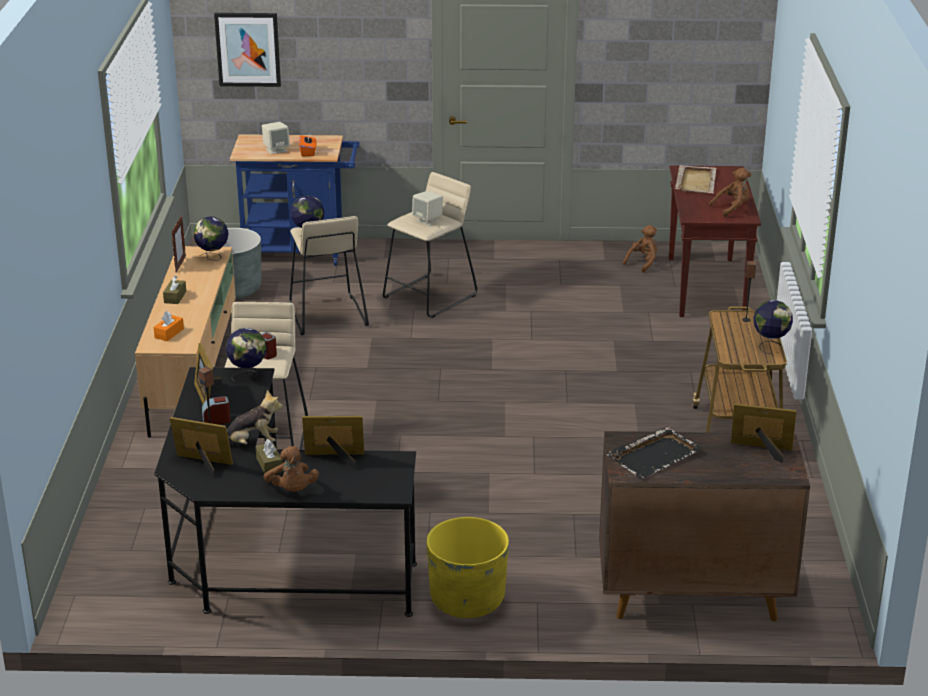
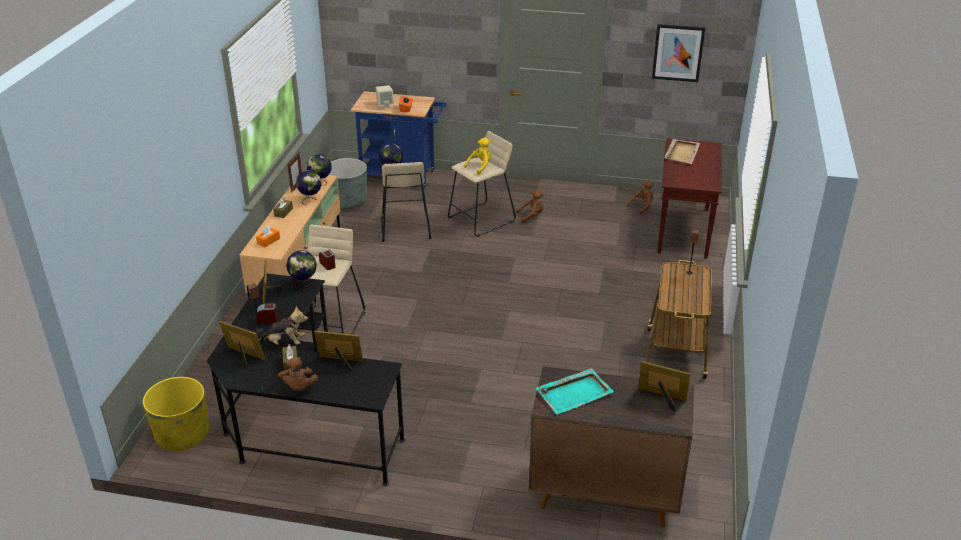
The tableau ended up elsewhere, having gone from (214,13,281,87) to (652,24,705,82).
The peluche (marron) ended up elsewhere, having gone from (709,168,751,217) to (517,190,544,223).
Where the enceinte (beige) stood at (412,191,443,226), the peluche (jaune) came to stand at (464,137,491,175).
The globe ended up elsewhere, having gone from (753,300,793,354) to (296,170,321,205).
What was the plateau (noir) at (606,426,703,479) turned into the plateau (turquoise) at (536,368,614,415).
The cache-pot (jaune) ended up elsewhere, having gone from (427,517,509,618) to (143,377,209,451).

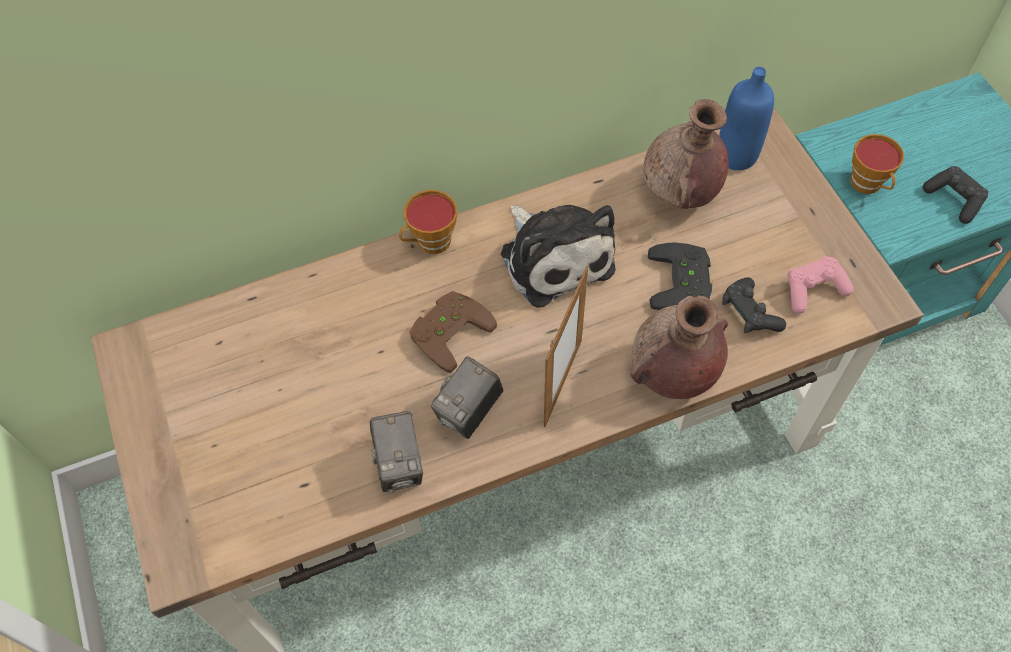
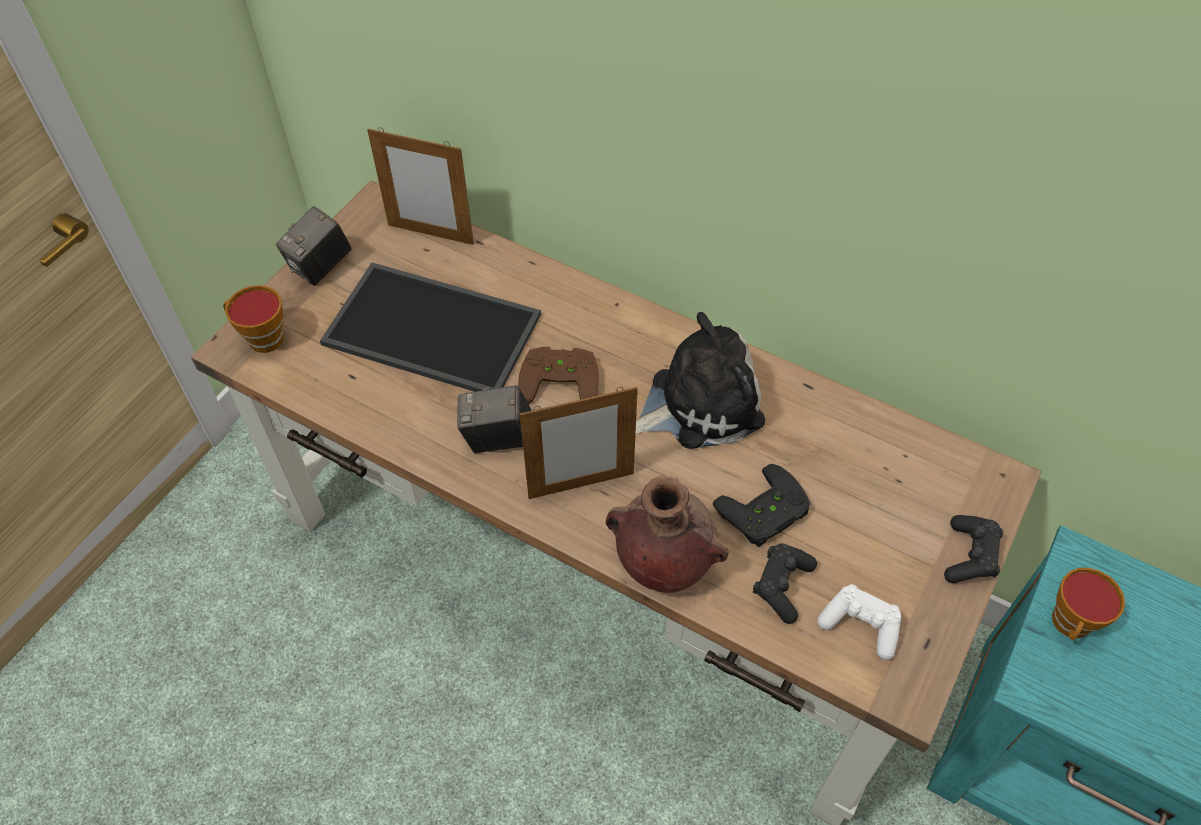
The second view lost the bouteille (bleu) at (719,67,774,170).
The second view lost the vase (marron) at (643,99,729,209).
The manette (noir) ended up elsewhere, having gone from (923,166,988,224) to (944,515,1003,583).
The tasse ended up elsewhere, having gone from (399,190,457,254) to (223,285,284,353).
The peluche at (501,205,616,308) ended up facing another way, 135 degrees counterclockwise from before.
What was the manette (rose) at (787,256,854,314) turned into the manette (blanc) at (817,584,901,660).
The appareil photo ended up elsewhere, having gone from (370,411,423,493) to (276,206,352,286).
The second view gained the cadre photo at (367,127,474,245).
The second view gained the plateau at (320,262,541,392).

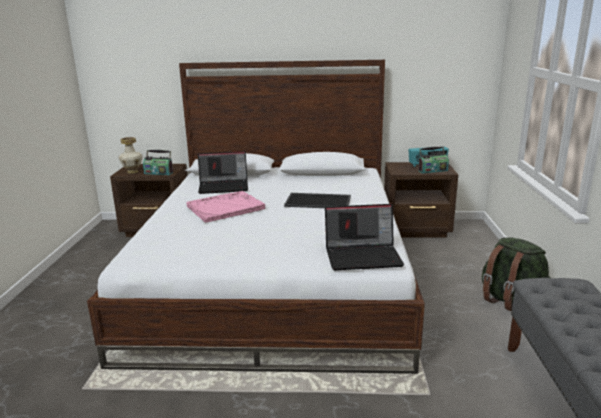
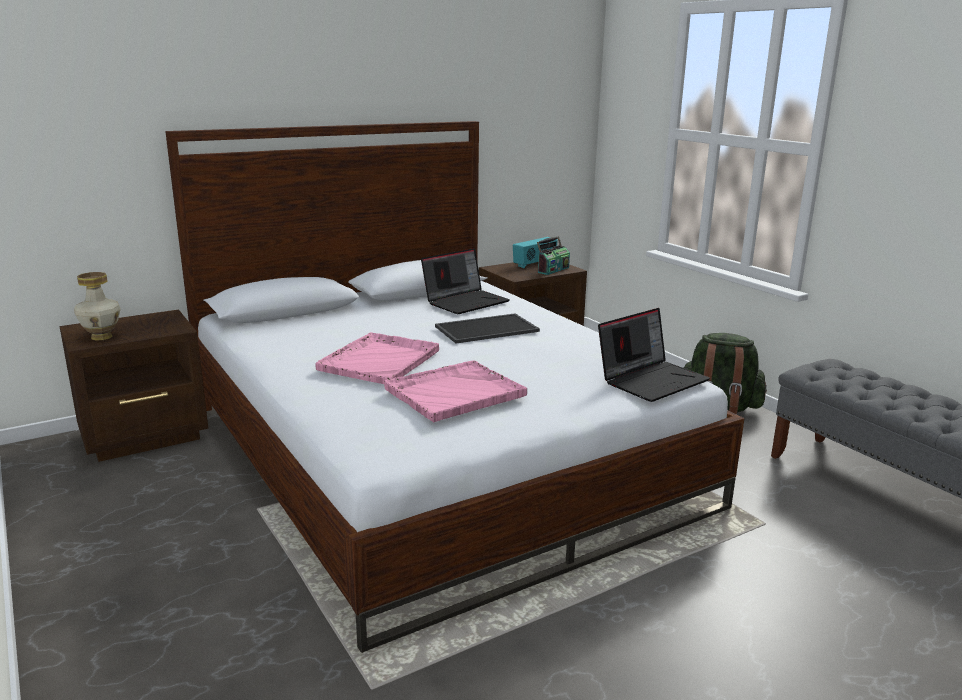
The second view lost the radio at (143,150,173,175).
The ordinateur portable ended up elsewhere, having gone from (198,151,248,194) to (421,248,510,314).
The second view gained the plateau (rose) at (384,360,527,423).

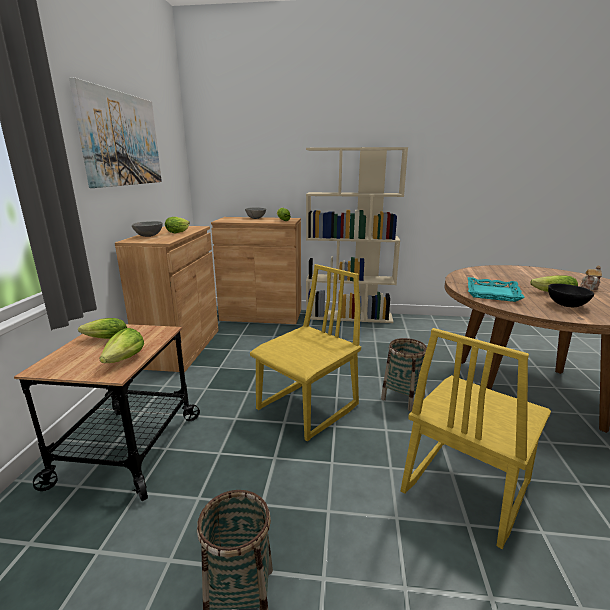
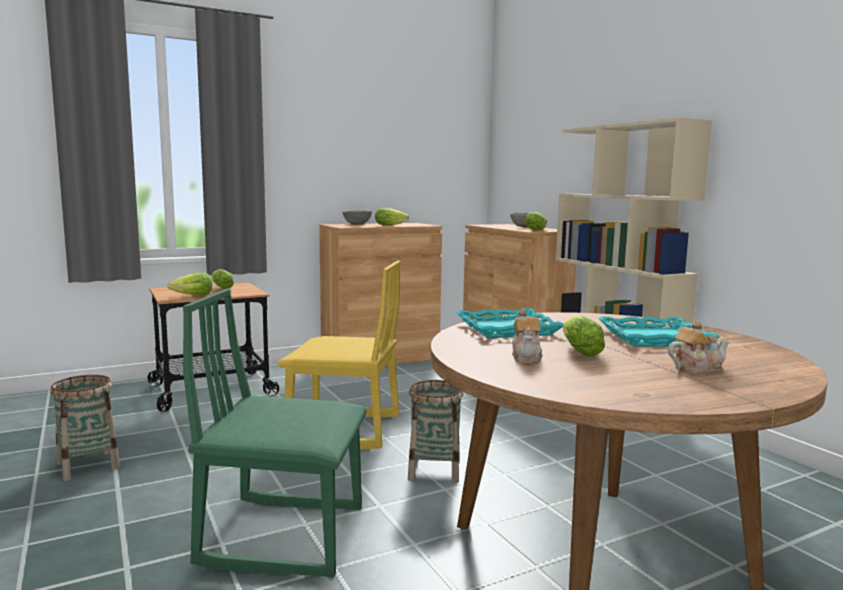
The second view lost the tableau at (69,77,162,188).
Where the bol (noir) stood at (548,284,594,307), the théière came to stand at (512,309,543,364).
What was the chaise (jaune) at (401,328,551,549) turned into the chaise (vert) at (183,289,367,578).
The second view gained the plateau (turquoise) at (598,317,720,347).

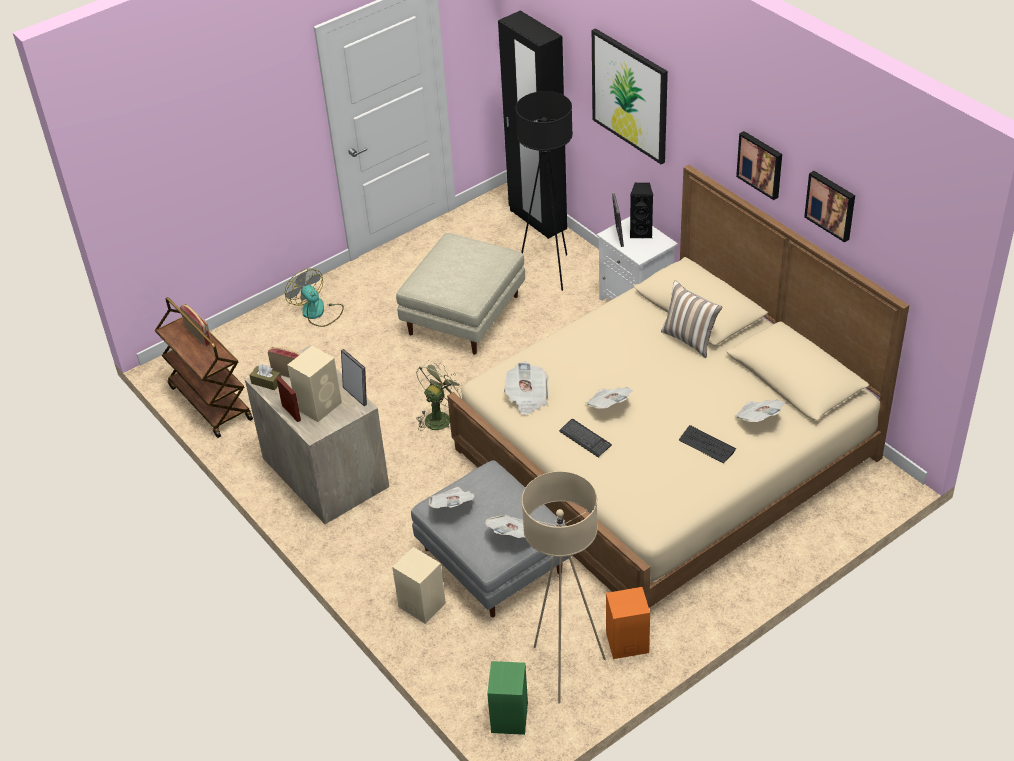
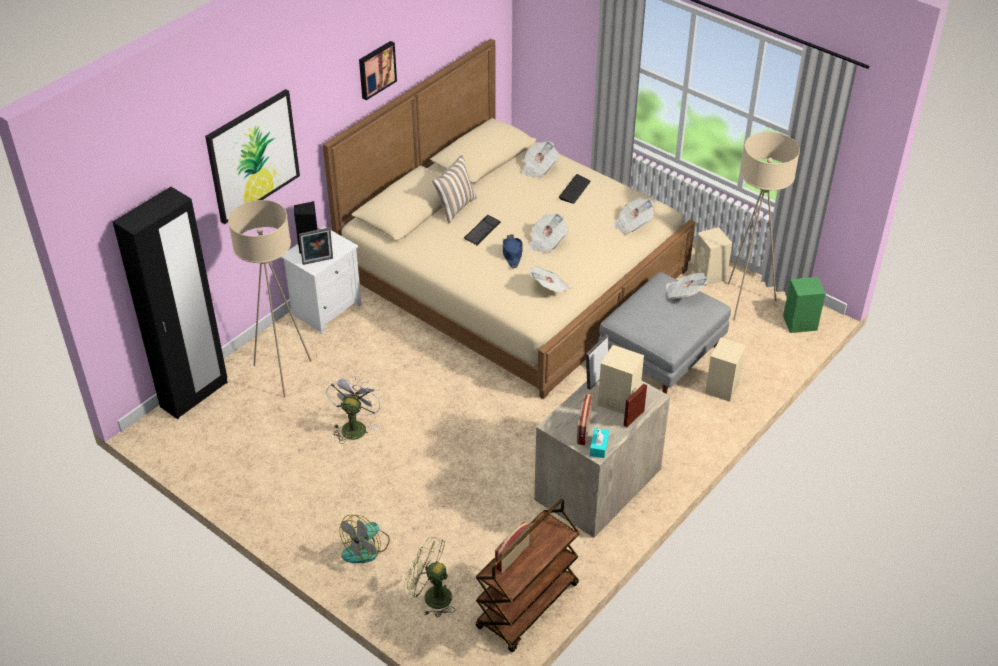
What was the lampadaire (noir) at (516,91,573,291) turned into the lampadaire (beige) at (228,200,312,397).
The second view lost the tableau at (804,171,855,243).
Where the pouf (beige) stood at (396,233,525,355), the ventilateur (blanc) came to stand at (326,375,382,444).
The ventilateur (vert) ended up elsewhere, having gone from (416,360,463,431) to (404,537,455,617).
What was the boîte à mouchoirs (marron) at (250,365,281,390) turned into the boîte à mouchoirs (turquoise) at (590,428,609,458).
The clavier ended up elsewhere, having gone from (559,419,612,458) to (464,215,501,245).
The journal ended up elsewhere, having gone from (428,487,476,508) to (612,198,654,234).
What was the enceinte (orange) at (606,587,650,659) turned into the enceinte (beige) at (693,227,732,286).
The second view gained the chapeau (bleu) at (503,234,523,268).

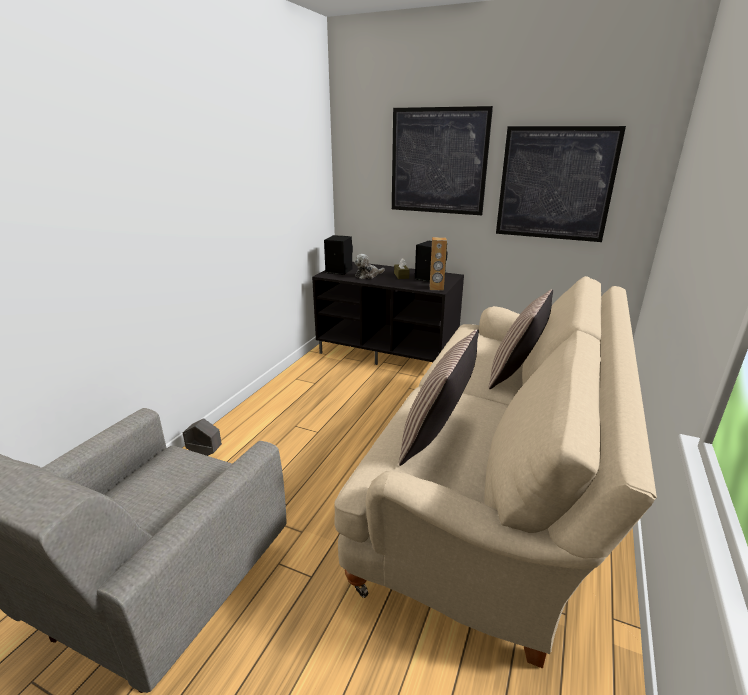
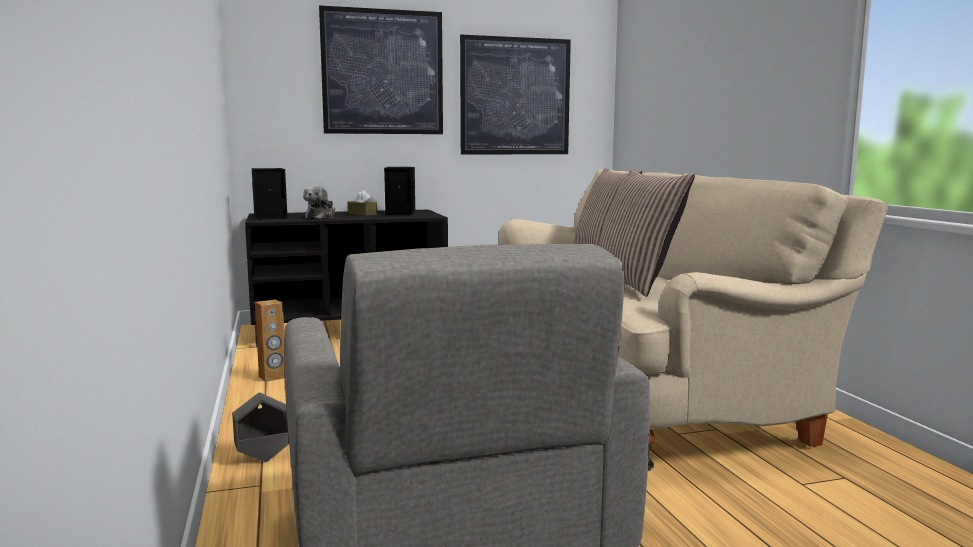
The enceinte (marron) ended up elsewhere, having gone from (430,237,447,291) to (255,299,285,382).

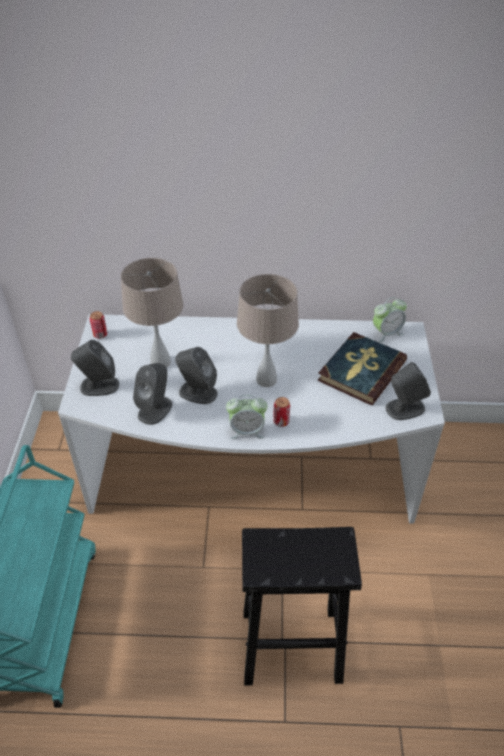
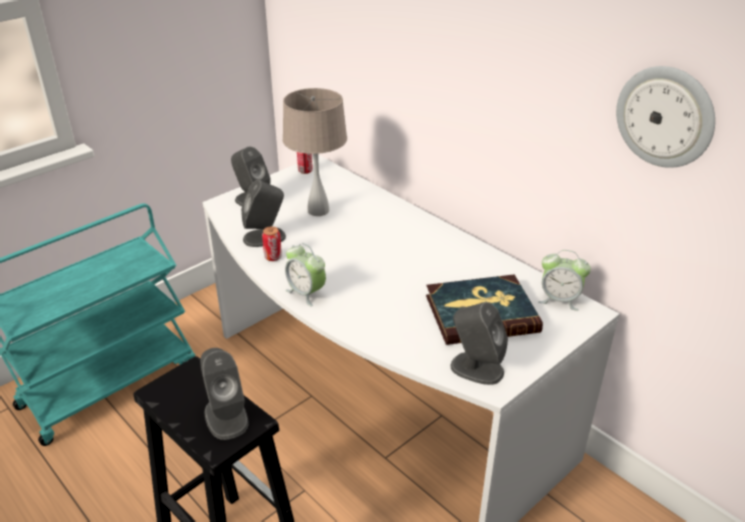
The second view lost the lampe de table (beige) at (237,274,299,387).
The enceinte (gris) ended up elsewhere, having gone from (175,347,218,404) to (200,348,248,440).
The boîte métallique ended up elsewhere, having gone from (273,397,290,427) to (262,226,282,261).
The second view gained the horloge murale at (616,66,715,168).

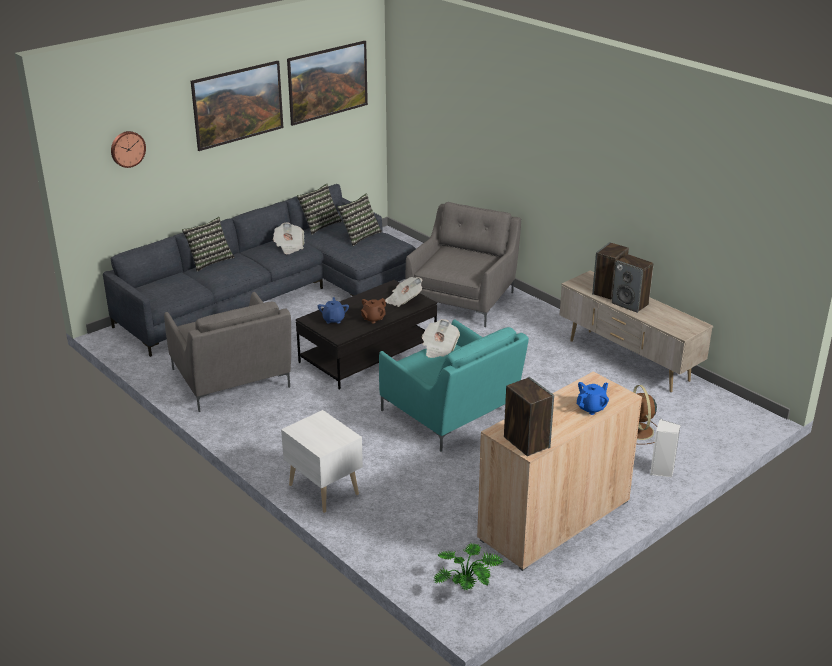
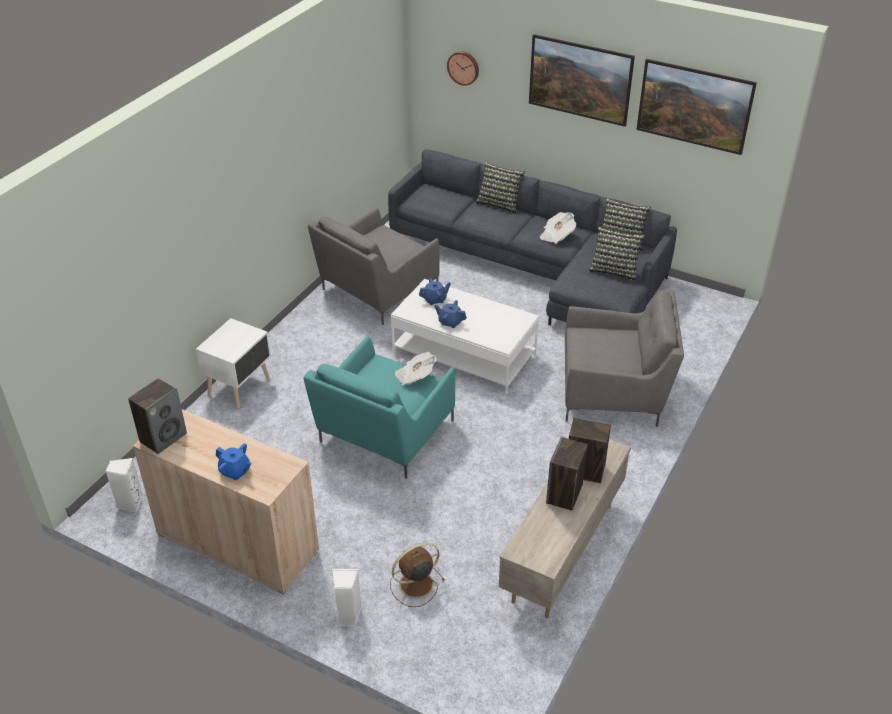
The second view lost the journal at (385,277,423,307).
What was the table basse (noir) at (296,280,437,390) turned into the table basse (blanc) at (391,279,539,394).
What was the théière (marron) at (361,298,386,323) turned into the théière (bleu) at (434,300,467,328).
Where the plante en pot stood at (433,543,504,591), the enceinte (blanc) came to stand at (106,458,143,512).

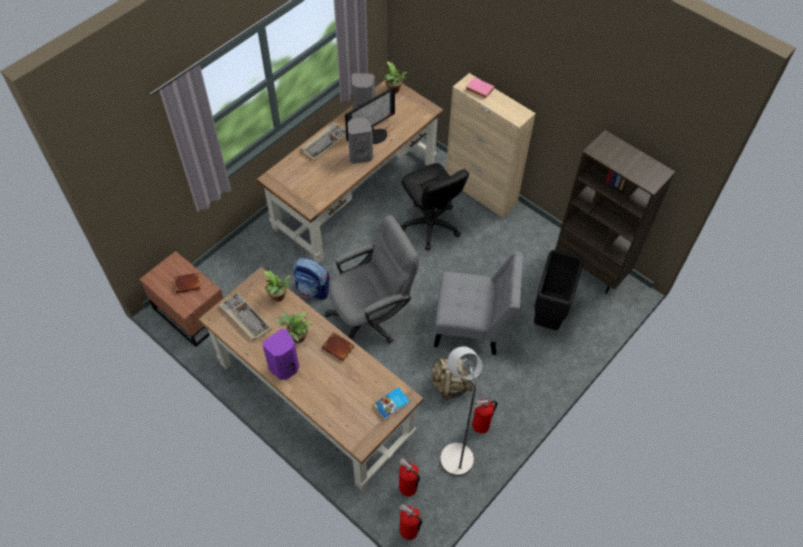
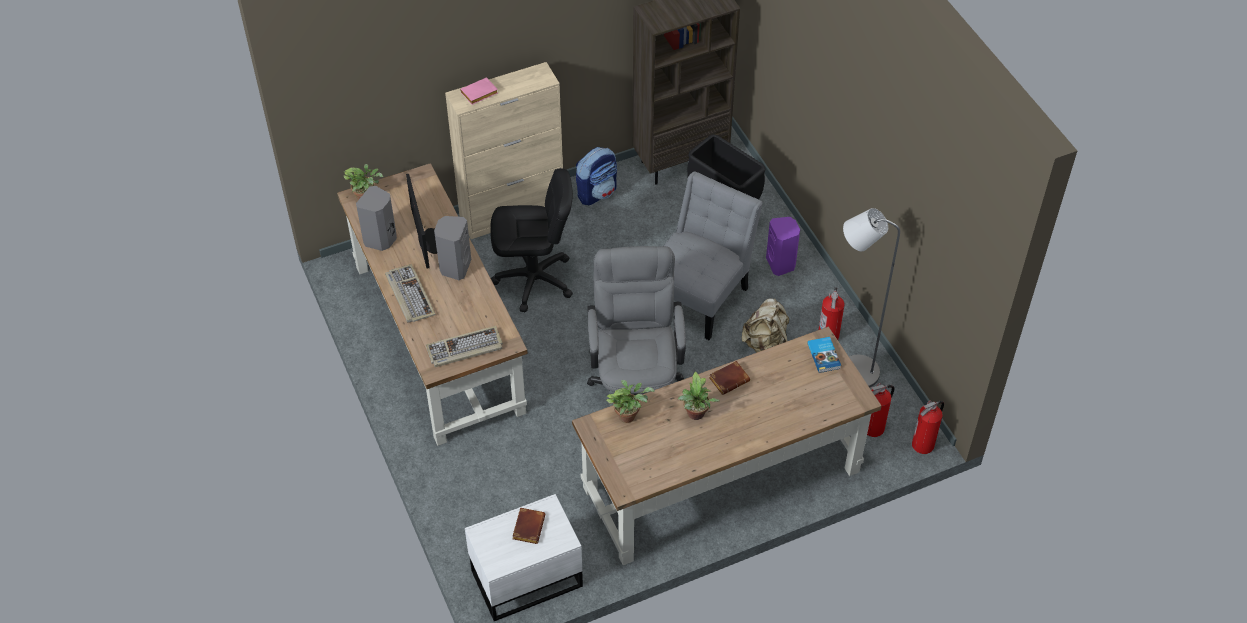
What was the table de chevet (marron) at (140,251,223,347) turned into the table de chevet (blanc) at (465,494,583,621).
The sac à dos ended up elsewhere, having gone from (293,258,330,300) to (576,147,617,205).
The clavier ended up elsewhere, having gone from (219,292,272,341) to (426,326,503,367).
The enceinte (violet) ended up elsewhere, having gone from (263,329,299,380) to (766,217,800,276).

